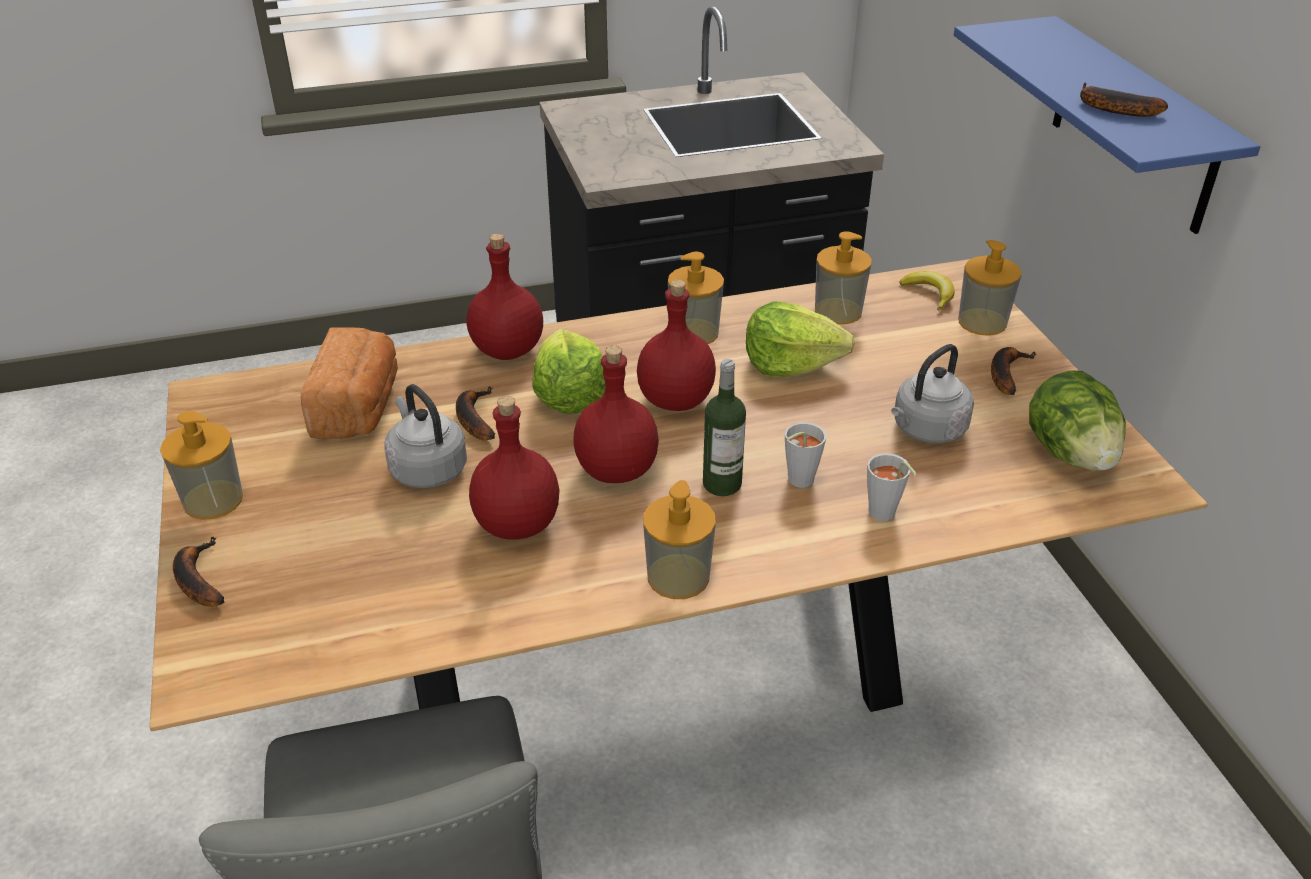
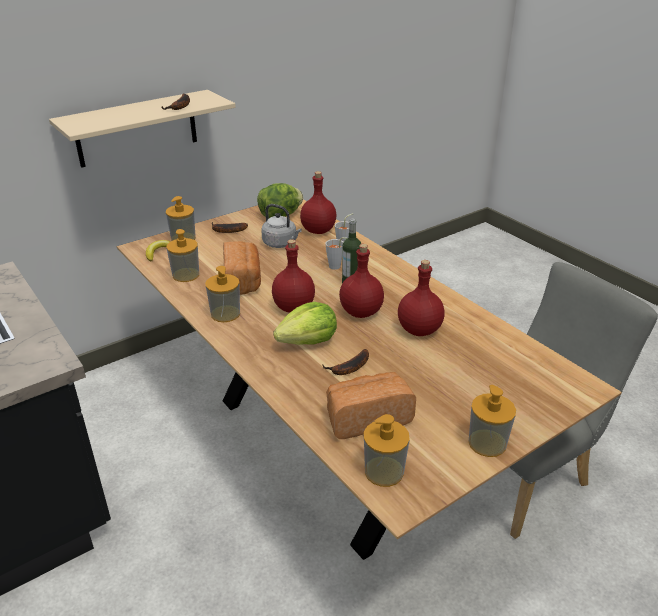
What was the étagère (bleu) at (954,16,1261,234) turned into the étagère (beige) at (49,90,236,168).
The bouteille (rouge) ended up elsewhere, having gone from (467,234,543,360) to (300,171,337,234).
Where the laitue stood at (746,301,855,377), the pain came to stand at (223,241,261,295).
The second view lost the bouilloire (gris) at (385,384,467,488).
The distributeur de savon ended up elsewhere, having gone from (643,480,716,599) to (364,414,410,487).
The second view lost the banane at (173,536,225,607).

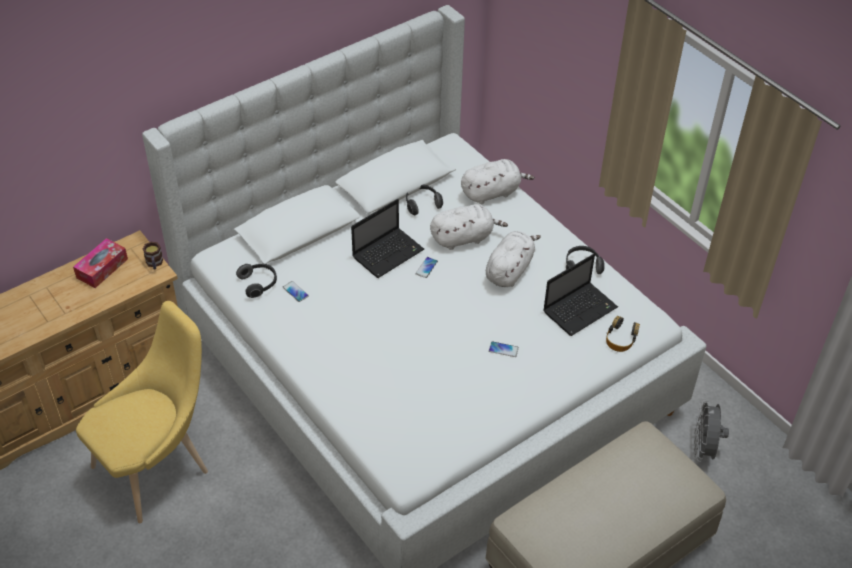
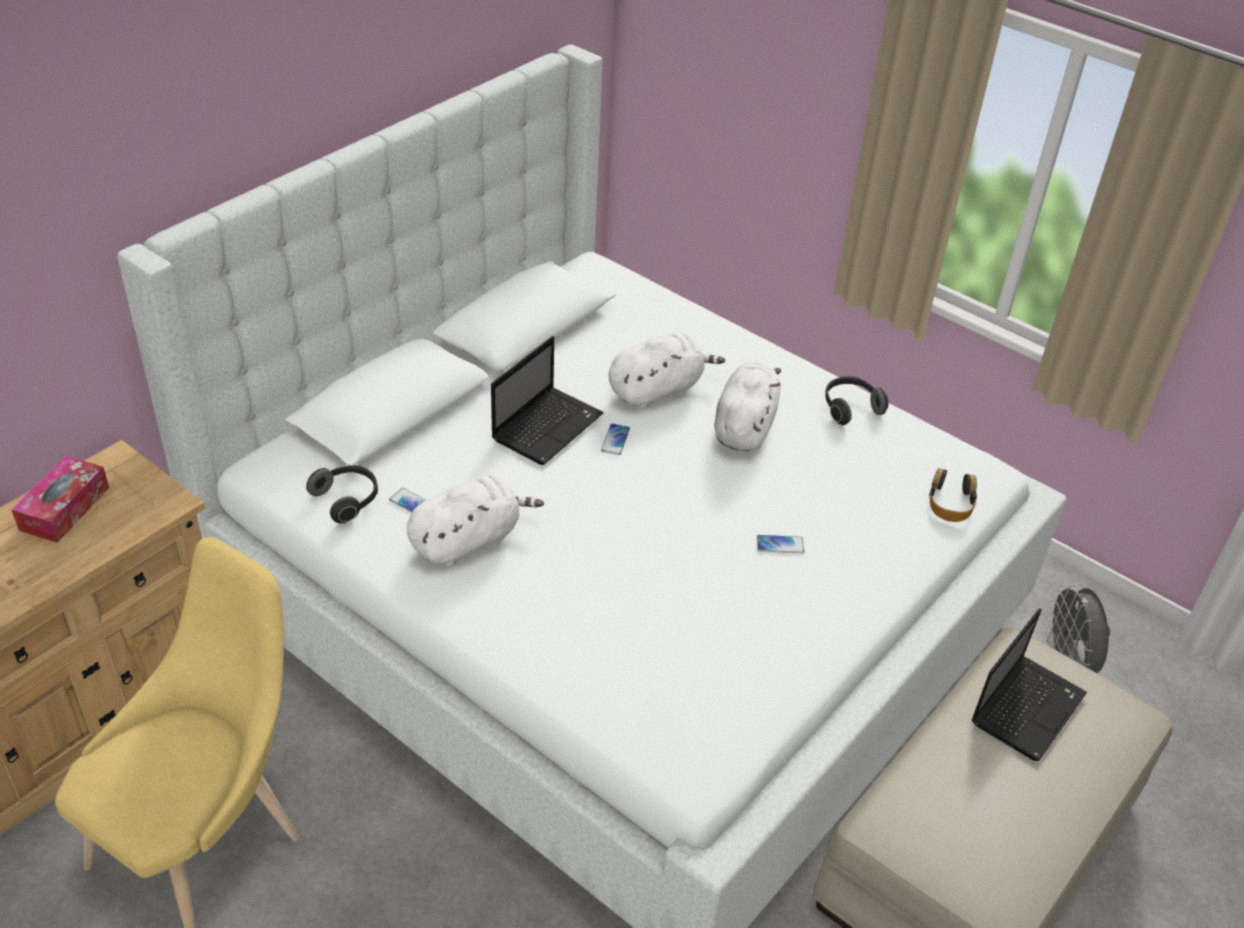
The peluche (blanc) ended up elsewhere, having gone from (461,159,535,204) to (407,476,544,567).
The second view lost the casque audio at (406,184,443,216).
The second view lost the mug at (143,242,163,269).
The ordinateur portable ended up elsewhere, having gone from (543,254,618,336) to (971,608,1087,761).

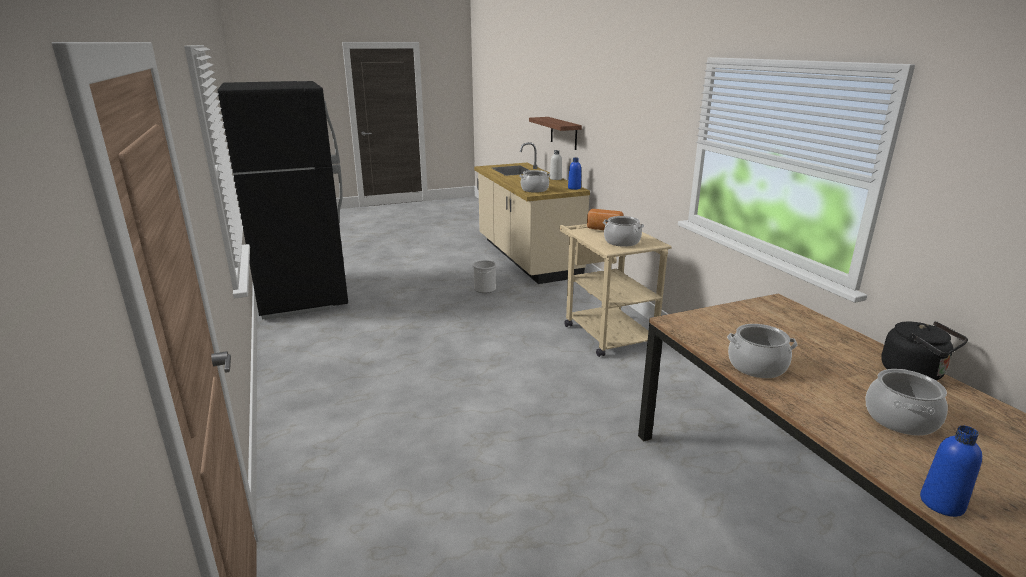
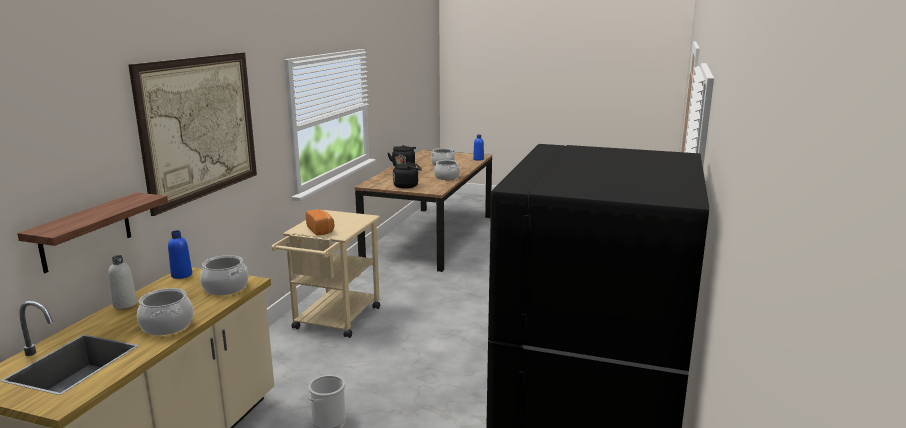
The marmite ended up elsewhere, having gone from (603,216,644,247) to (137,288,193,335).
The second view gained the tableau at (128,52,257,216).
The second view gained the bouilloire (noir) at (393,161,422,189).

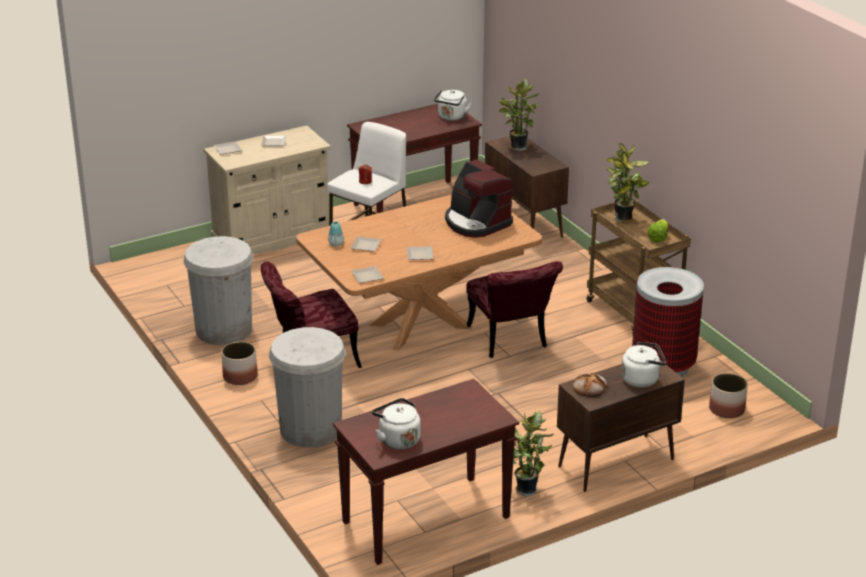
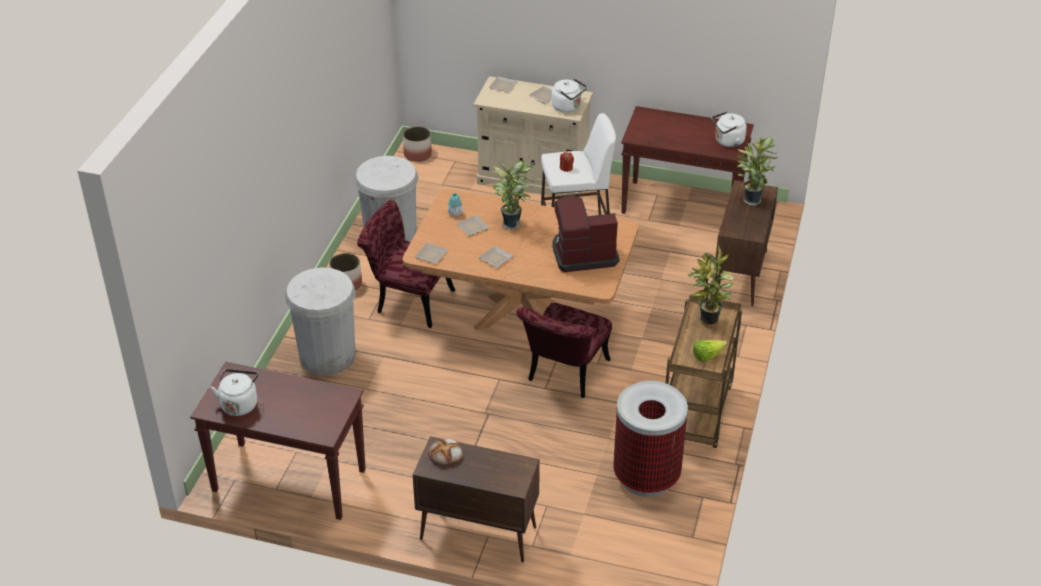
The machine à café at (445,159,513,238) ended up facing another way, 75 degrees clockwise from before.
The bouilloire (blanc) ended up elsewhere, having gone from (621,342,666,388) to (551,78,587,113).
The cache-pot ended up elsewhere, having gone from (709,373,748,418) to (403,126,432,162).
The plante en pot ended up elsewhere, having gone from (513,411,553,496) to (493,160,535,229).

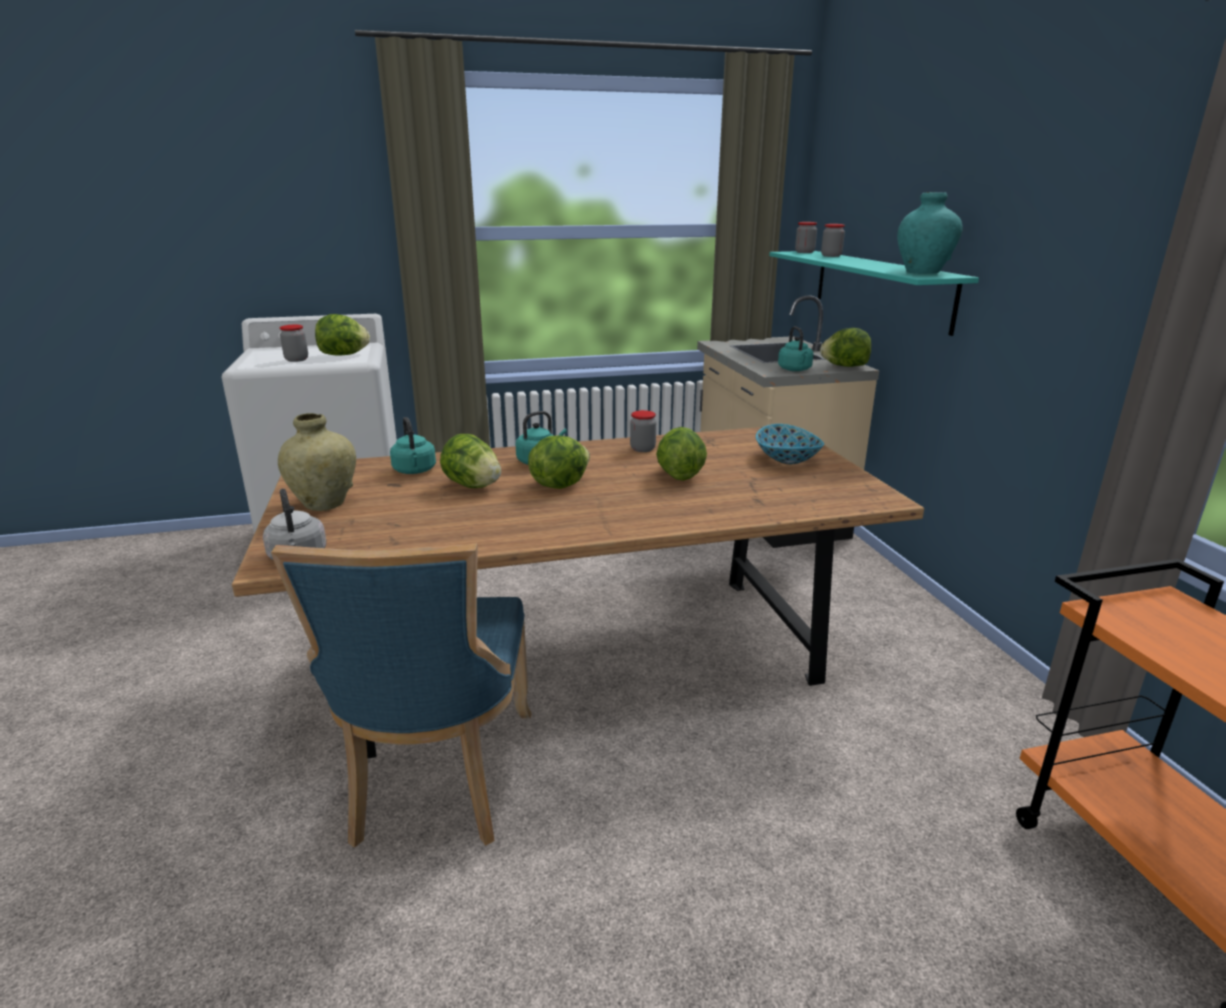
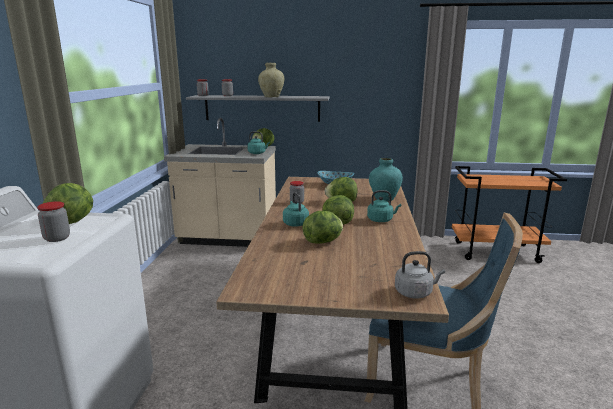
The vase (turquoise) ended up elsewhere, having gone from (897,192,963,274) to (369,158,403,201).
What was the étagère (turquoise) at (769,251,979,336) turned into the étagère (gris) at (186,95,330,122).
The vase (beige) ended up elsewhere, having gone from (278,413,356,511) to (258,63,284,97).
The bouilloire (turquoise) ended up elsewhere, having gone from (390,417,436,474) to (367,190,401,222).

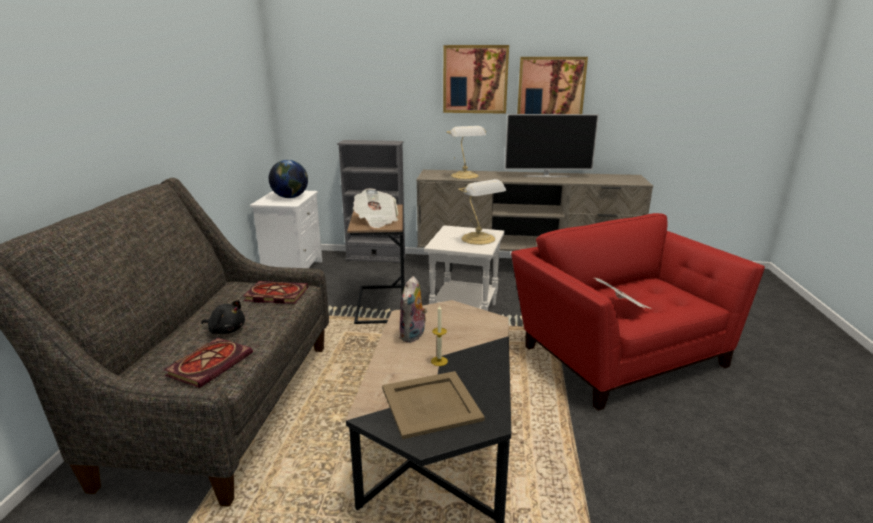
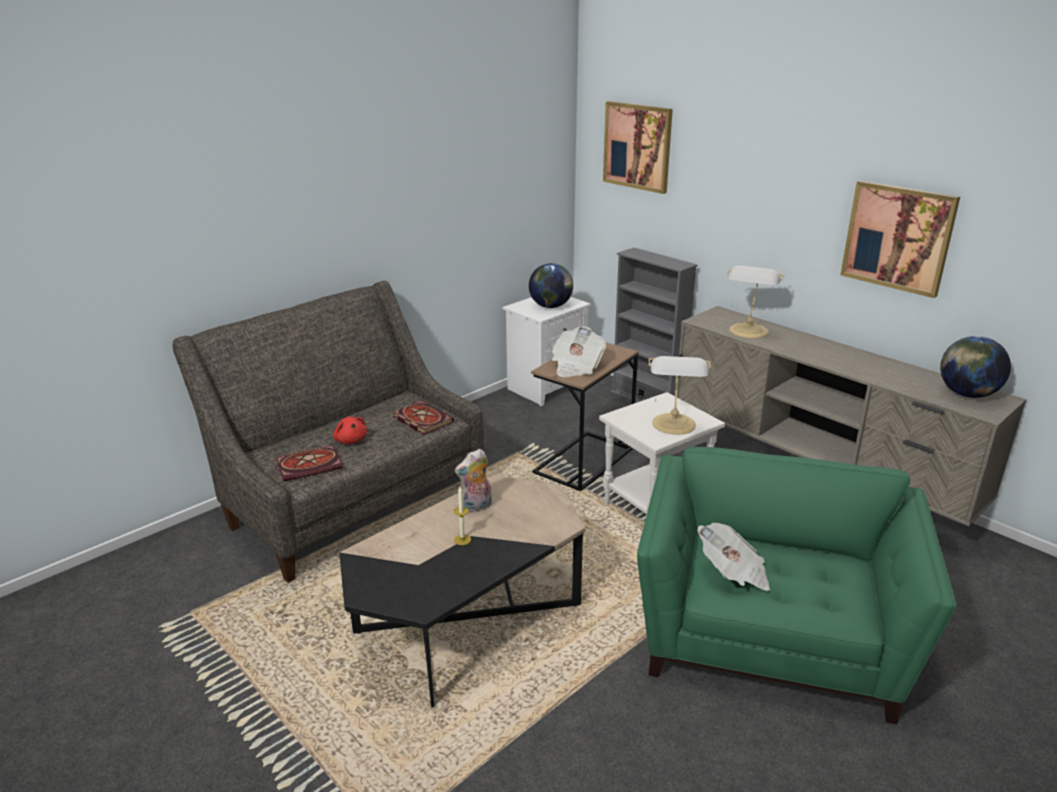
The tableau ended up elsewhere, having gone from (443,45,509,114) to (603,101,673,194).
The second view lost the téléviseur at (504,114,599,177).
What was the fauteuil (rouge) at (511,213,765,411) turned into the fauteuil (vert) at (637,447,956,724).
What was the peluche (noir) at (201,300,245,334) turned into the peluche (rouge) at (333,417,367,444).
The second view lost the plateau (beige) at (382,371,485,439).
The second view gained the globe at (940,336,1011,398).

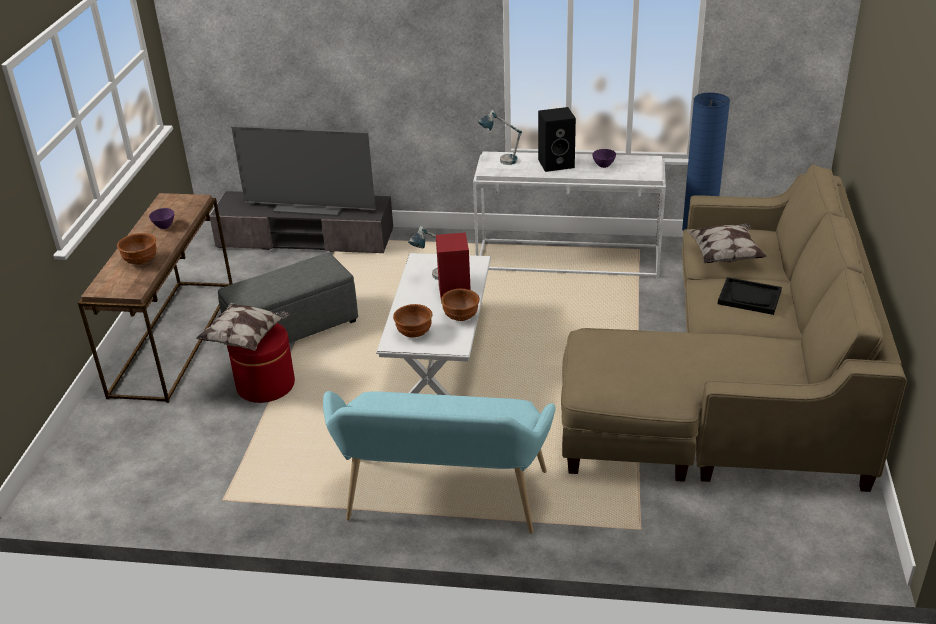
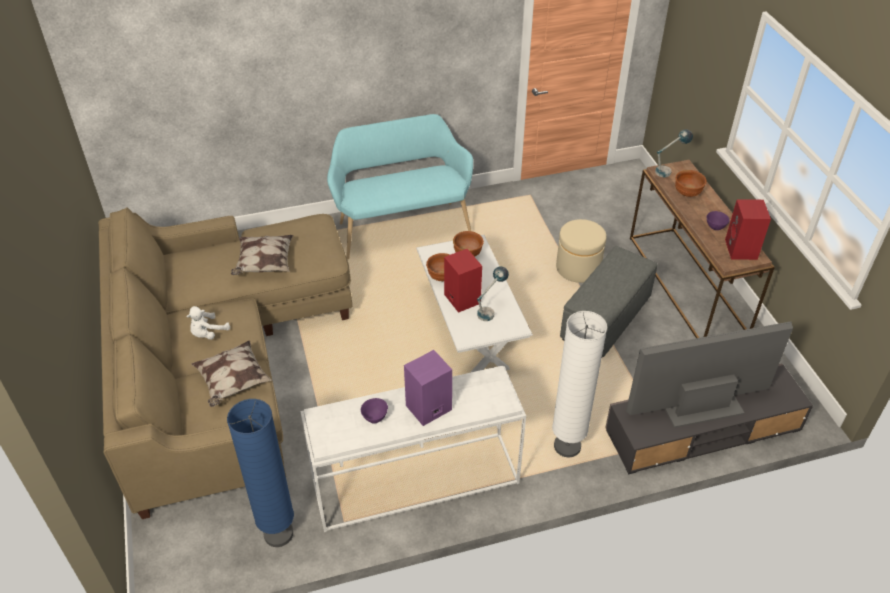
What was the enceinte (noir) at (538,107,576,172) turned into the enceinte (violet) at (404,350,452,426).
The lampe de table ended up elsewhere, having gone from (478,110,522,165) to (655,129,693,177).
Where the plateau (noir) stood at (718,277,782,315), the peluche (blanc) came to stand at (187,306,230,340).
The coussin ended up elsewhere, having gone from (196,302,290,351) to (231,235,293,275).
What was the pouf (rouge) at (227,323,295,403) turned into the pouf (beige) at (556,219,607,283).
The second view gained the enceinte (rouge) at (725,199,771,260).
The second view gained the lampadaire (blanc) at (552,311,607,457).

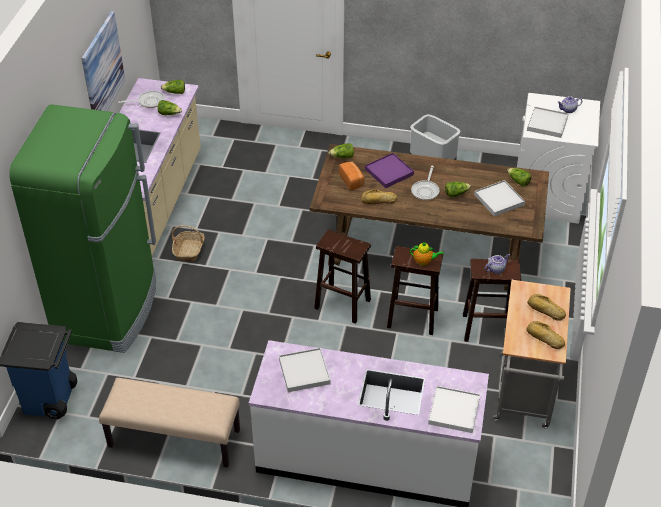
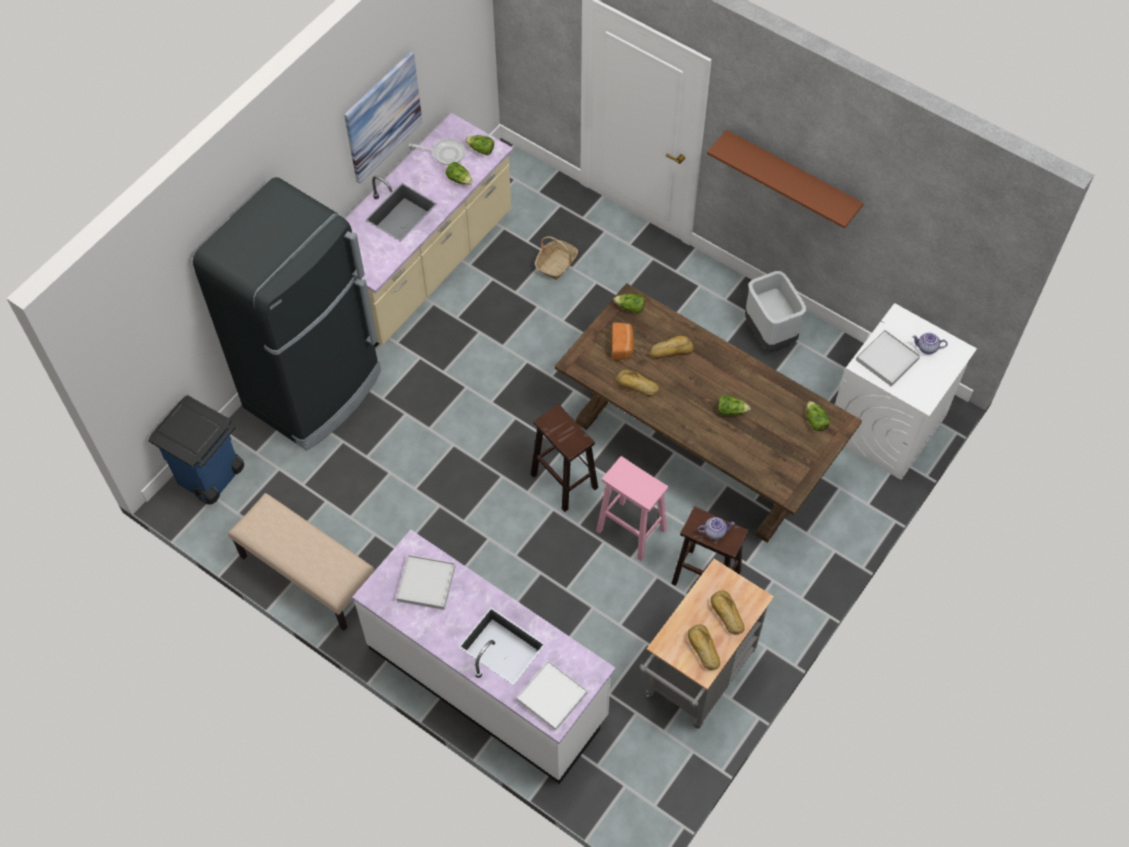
What was the réfrigérateur (vert) at (9,104,156,353) turned into the réfrigérateur (noir) at (193,177,381,451).
Where the plateau (violet) stood at (365,153,414,188), the pain came to stand at (651,336,694,359).
The second view lost the poêle at (411,166,440,200).
The second view lost the plateau (blanc) at (474,180,525,216).
The panier ended up elsewhere, having gone from (172,225,205,261) to (535,236,578,280).
The second view lost the théière at (410,242,444,266).
What was the tabouret (marron) at (387,246,443,335) turned into the tabouret (rose) at (596,456,668,561).
The second view gained the étagère (marron) at (707,130,864,229).

